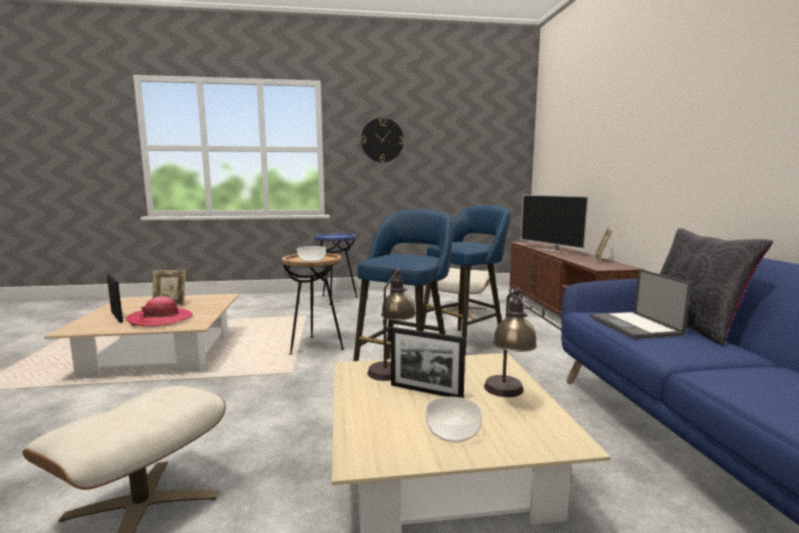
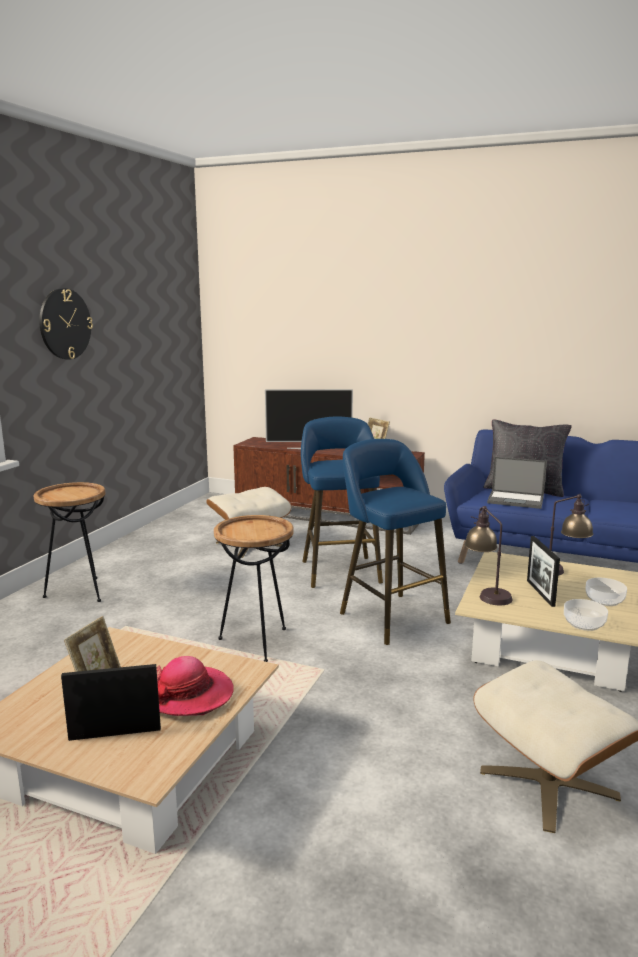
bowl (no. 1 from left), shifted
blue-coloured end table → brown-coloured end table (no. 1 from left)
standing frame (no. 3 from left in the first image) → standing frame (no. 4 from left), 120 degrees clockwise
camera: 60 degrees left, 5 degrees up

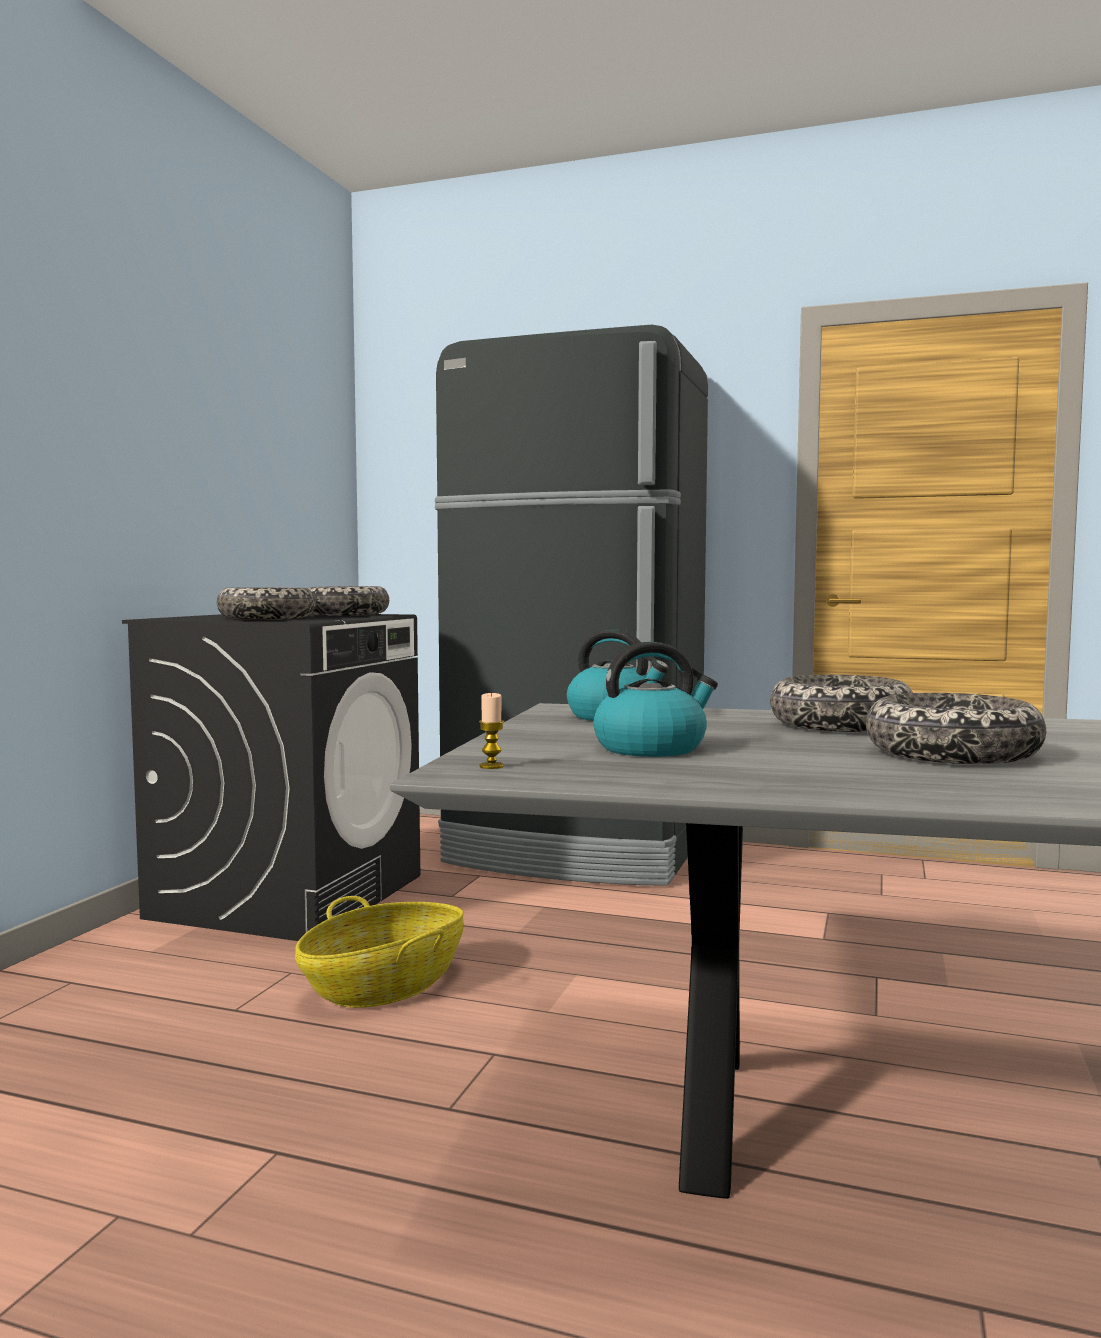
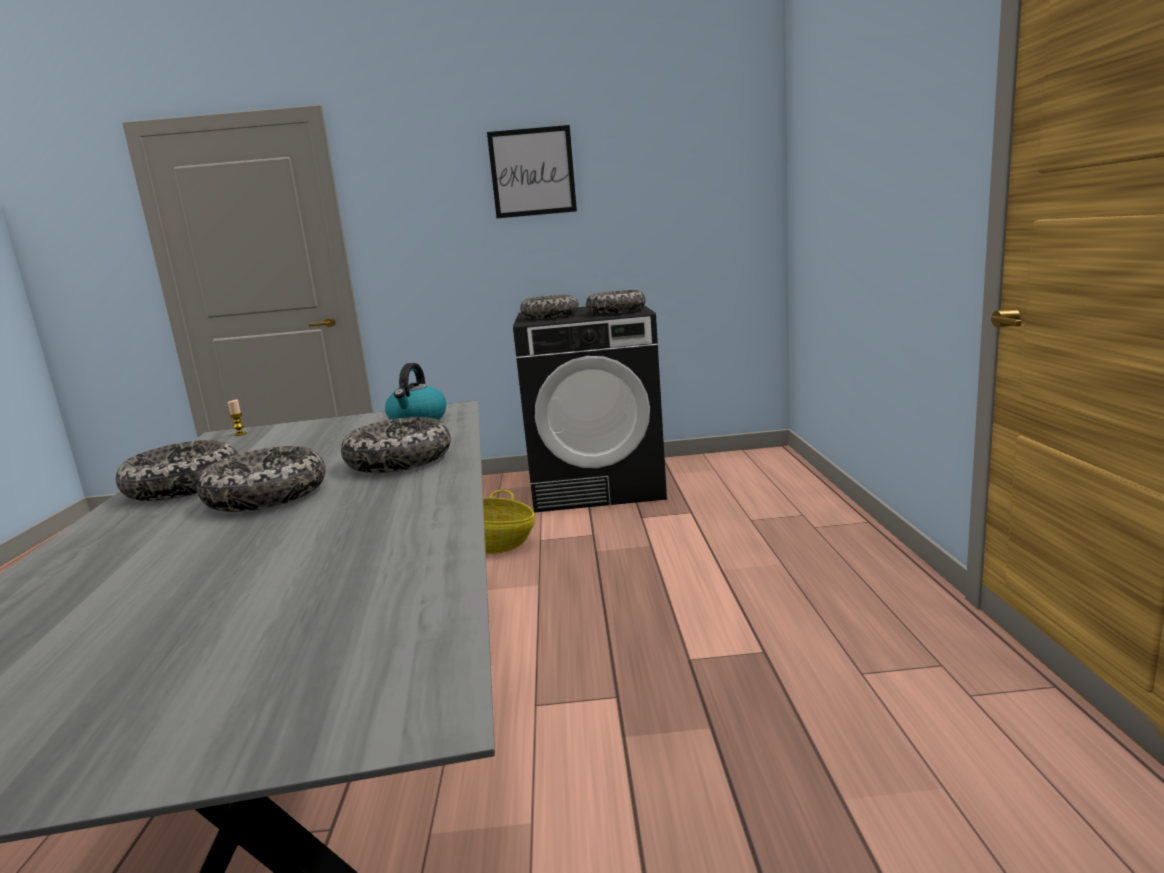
black fridge → -
kettle (no. 2 from left) → -
- → bowl (no. 1 from left)
- → wall picture
camera: 70 degrees right, 10 degrees up

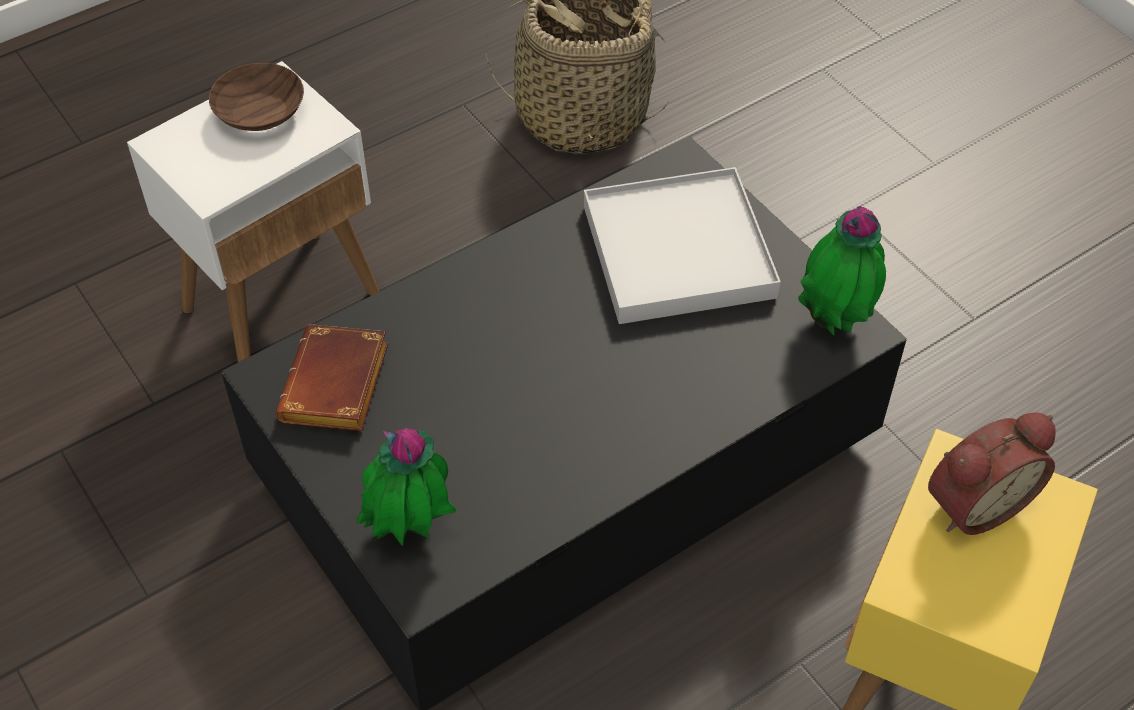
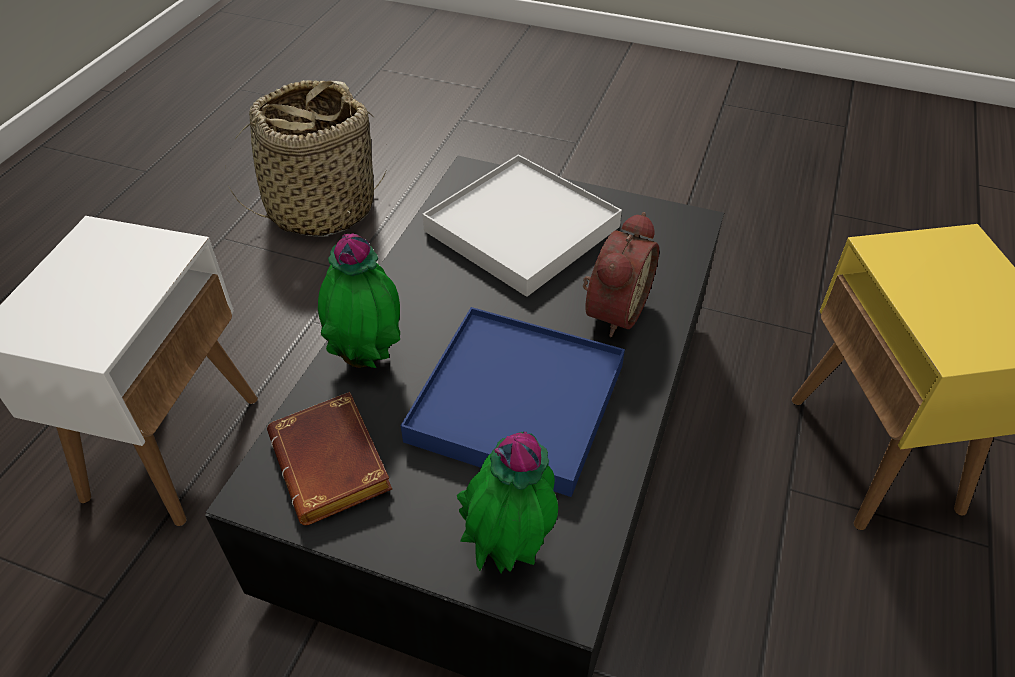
brown-coloured bowl → -
- → blue-coloured tray
plant in a pot (no. 2 from left in the first image) → plant in a pot (no. 1 from left), shifted
bedside clock, shifted
camera: 35 degrees left, 5 degrees down

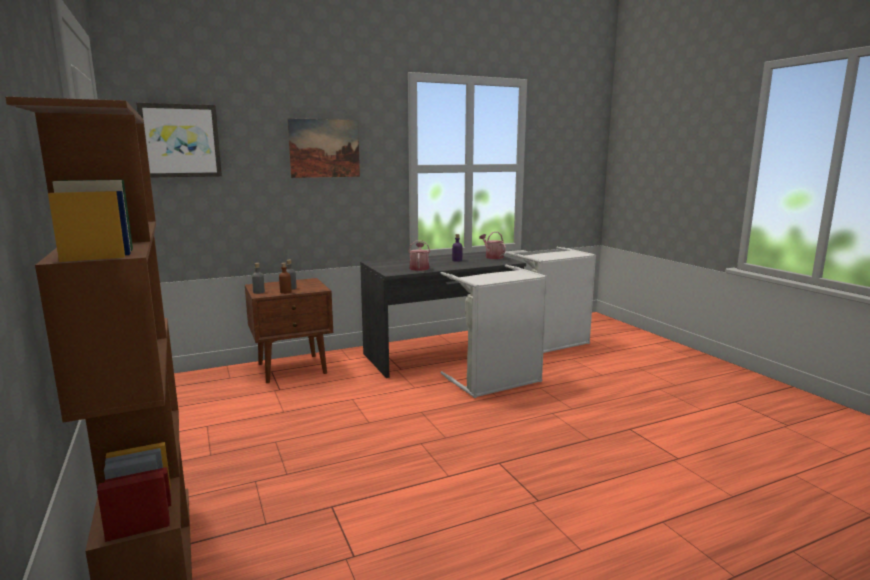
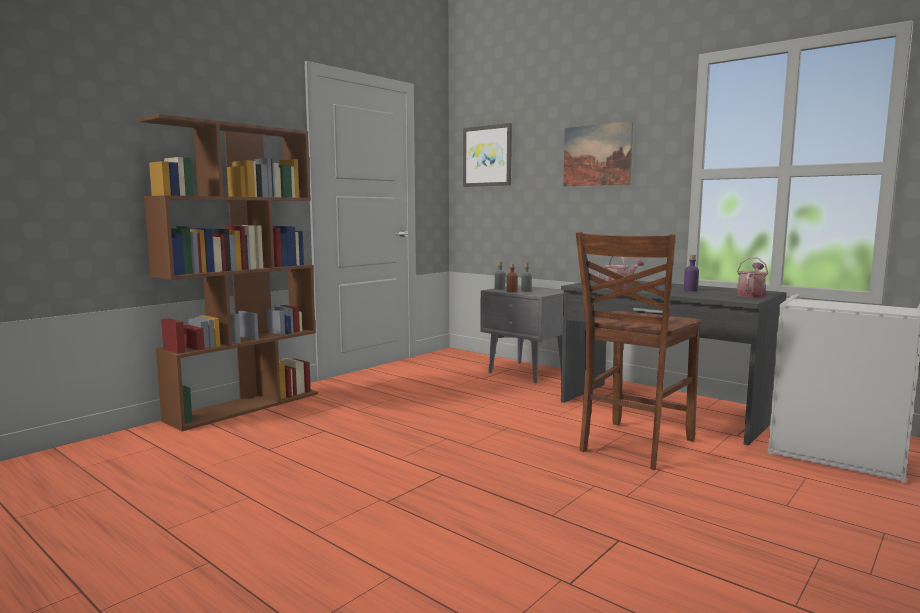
grey hamper (no. 1 from left) → brown-coloured plain chair
brown-coloured bedside table → grey bedside table
camera: 65 degrees right, 5 degrees down

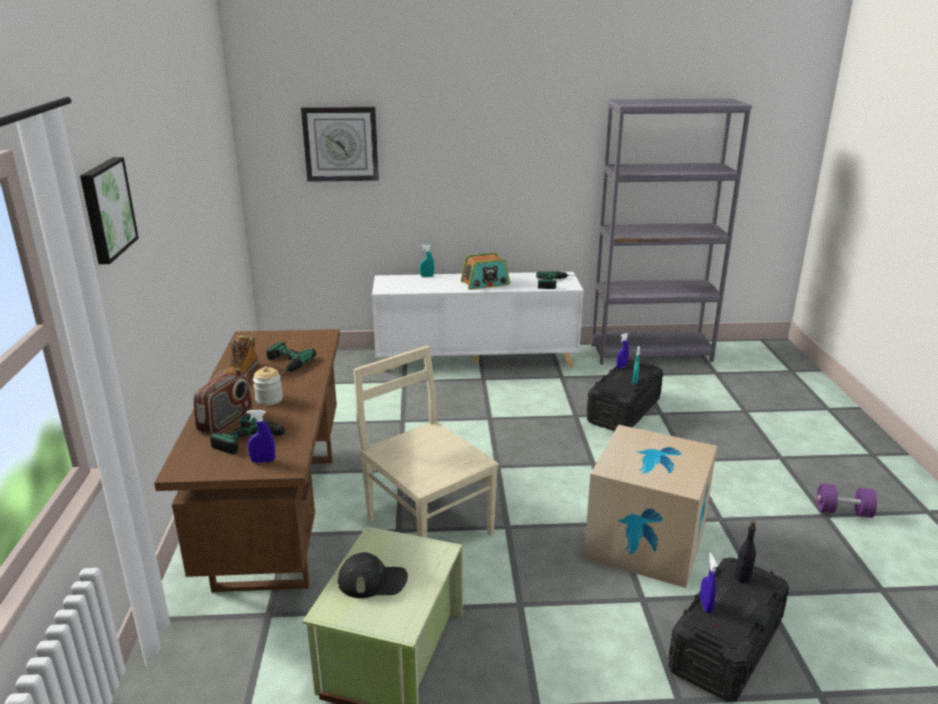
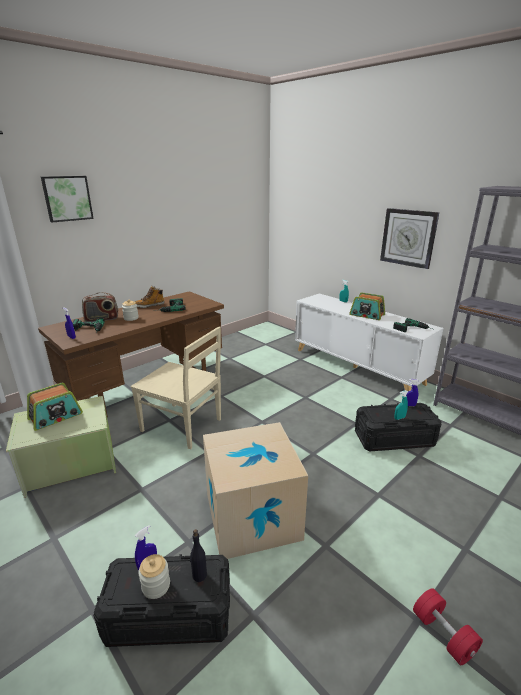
- → jar (no. 2 from left)
clock on the wall, shifted
black cap → radio (no. 1 from left)
purple hand weight → reddish hand weight
beige plain chair, 105 degrees clockwise
camera: 50 degrees right, 0 degrees up

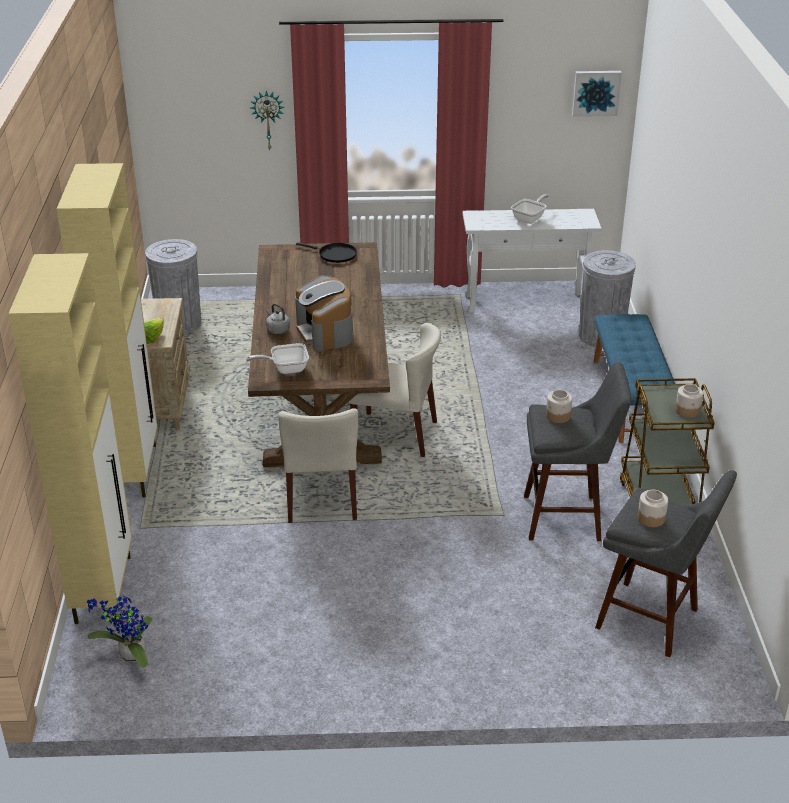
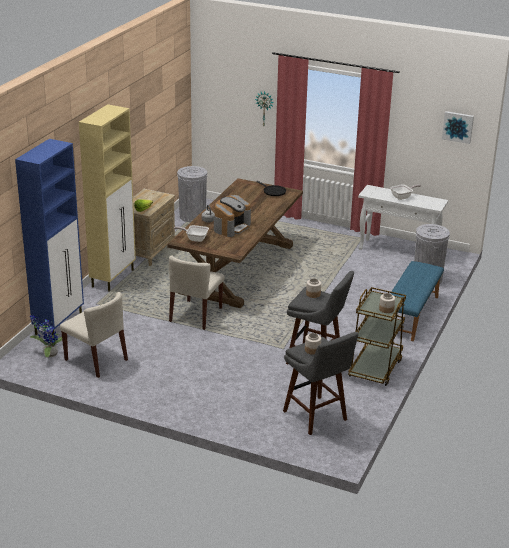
beige plain chair (no. 2 from left in the first image) → beige plain chair (no. 1 from left), shifted
beige cupboard (no. 1 from left) → blue-coloured cupboard
coffee machine, 150 degrees counterclockwise
camera: 25 degrees right, 5 degrees down

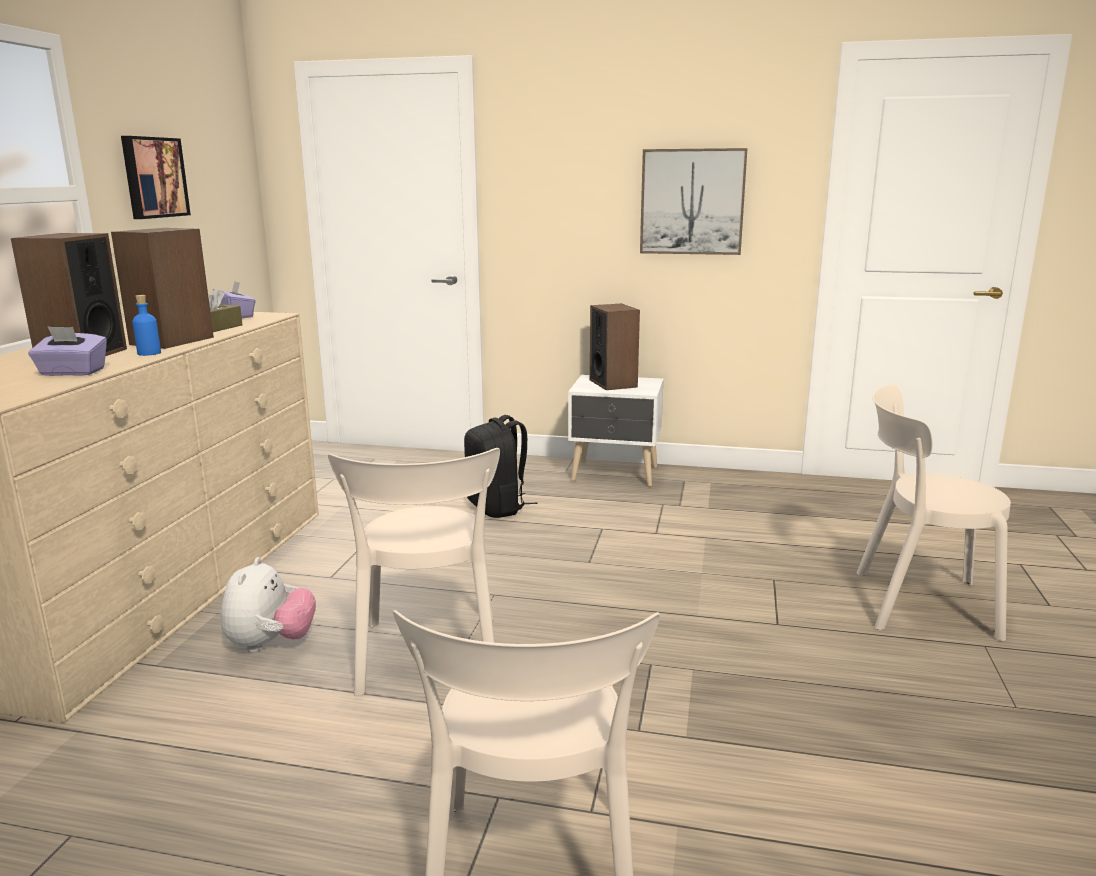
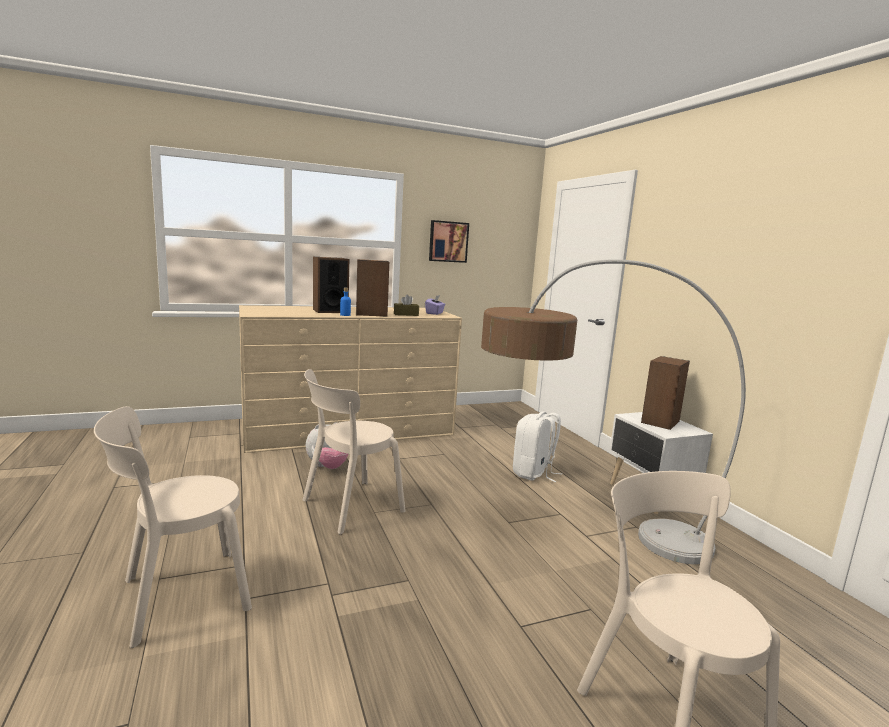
purple box of tissues (no. 1 from left) → -
wall picture (no. 2 from left) → -
- → standard lamp
black knapsack → white knapsack
camera: 55 degrees right, 5 degrees down

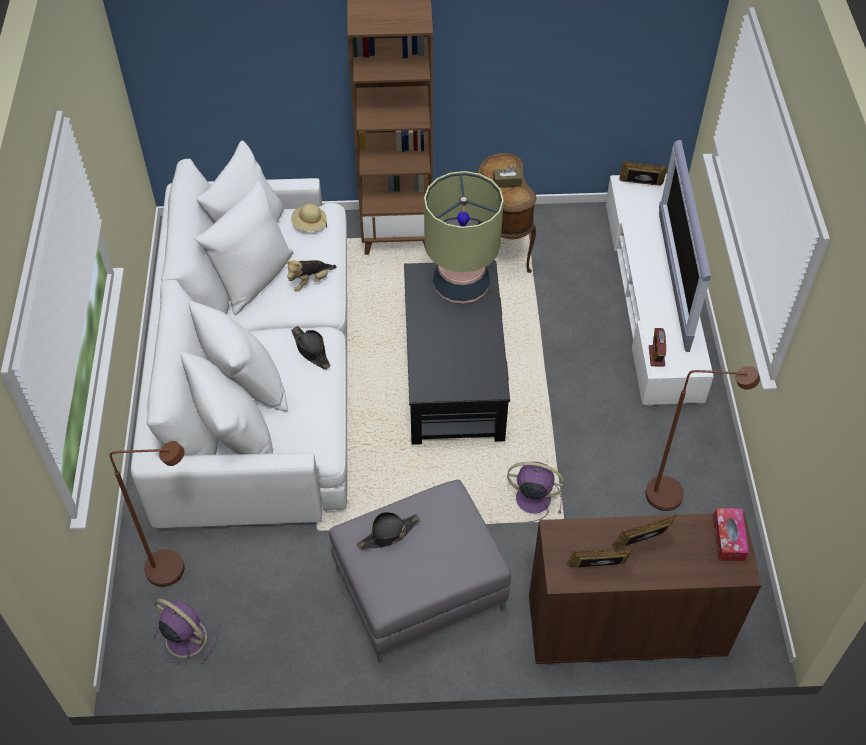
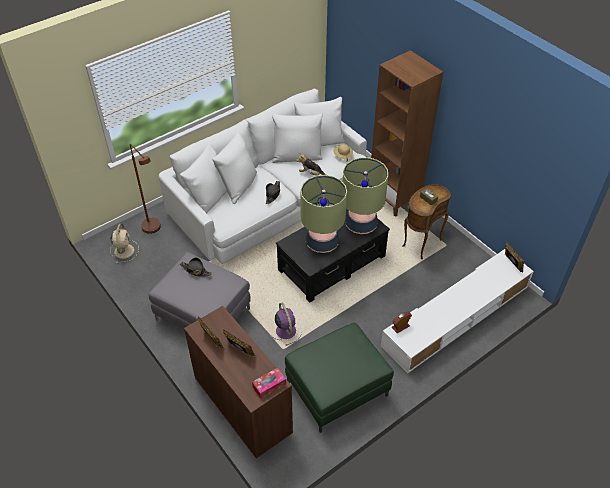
television → -
- → table lamp (no. 1 from left)
brown-coloured standard lamp (no. 2 from left) → greenish footrest
purple electric fan (no. 1 from left) → beige electric fan
camera: 55 degrees right, 5 degrees down

